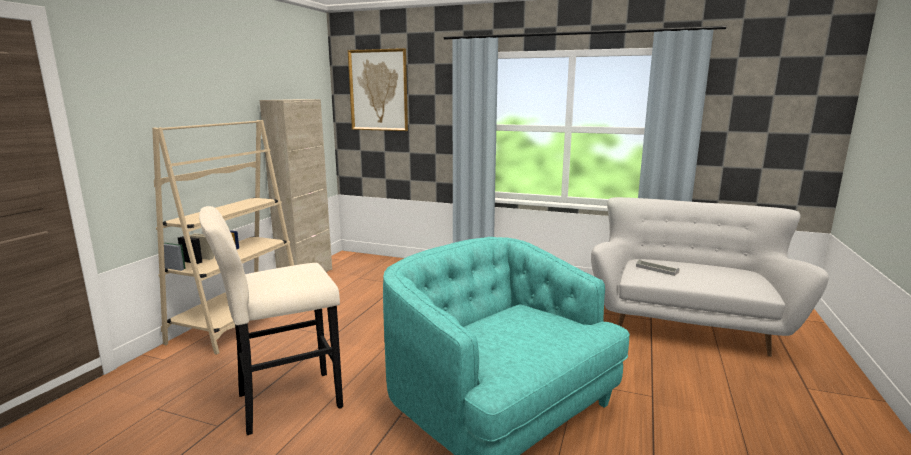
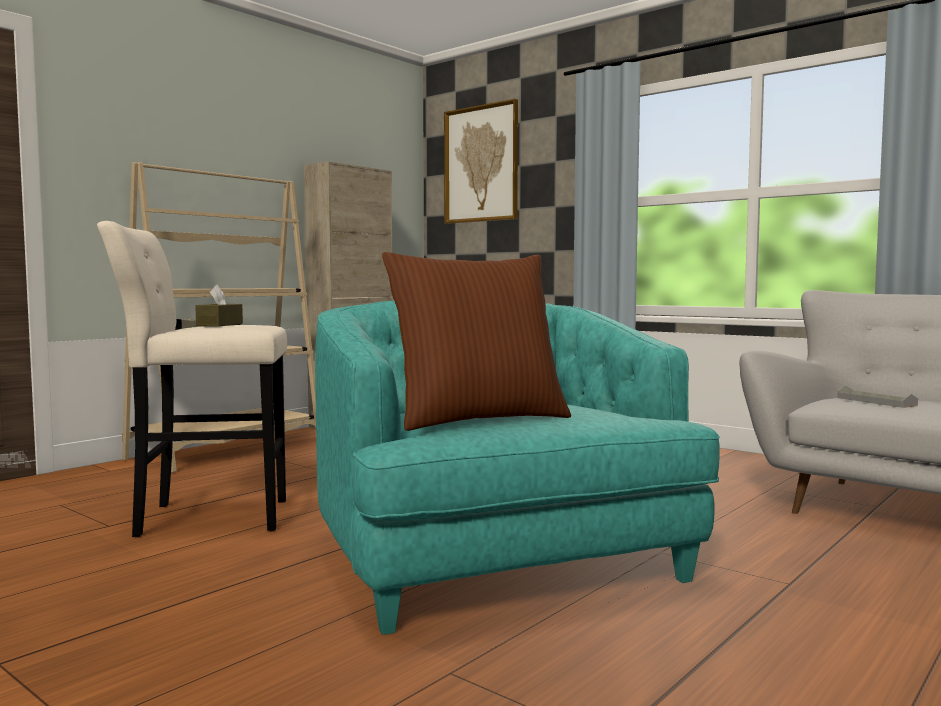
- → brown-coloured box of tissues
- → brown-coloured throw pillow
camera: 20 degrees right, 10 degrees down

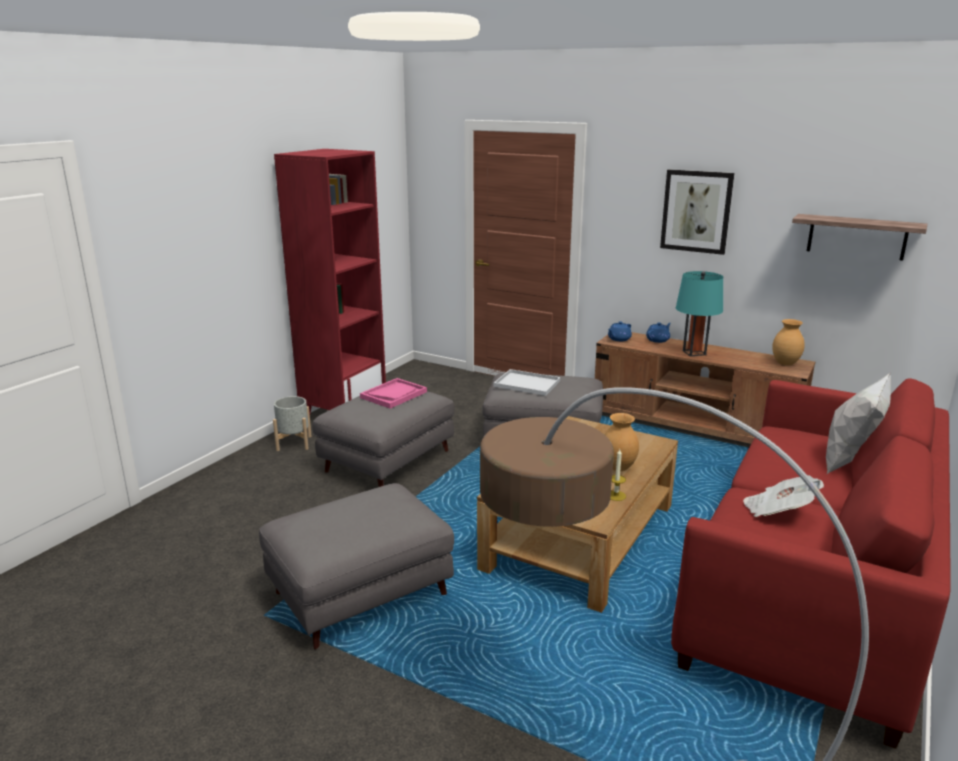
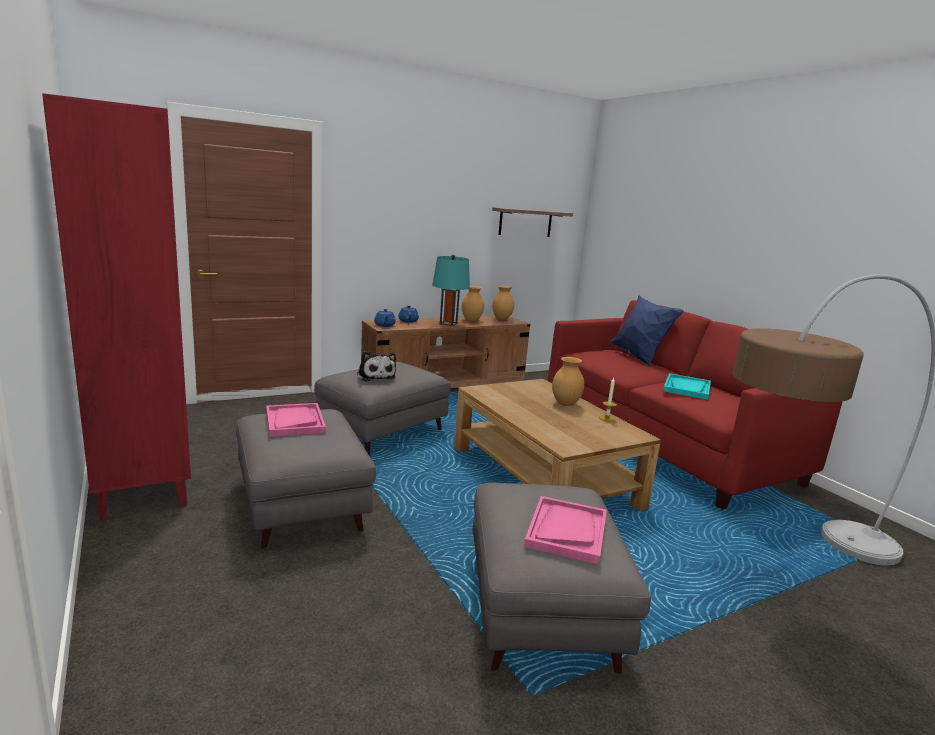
grey flower pot → -
wall picture → -
- → brown-coloured flower vase (no. 1 from left)
- → pinkish tray (no. 2 from left)
white tray → soft toy
daily paper → turquoise-coloured tray
white throw pillow → blue-coloured throw pillow
camera: 60 degrees left, 5 degrees down

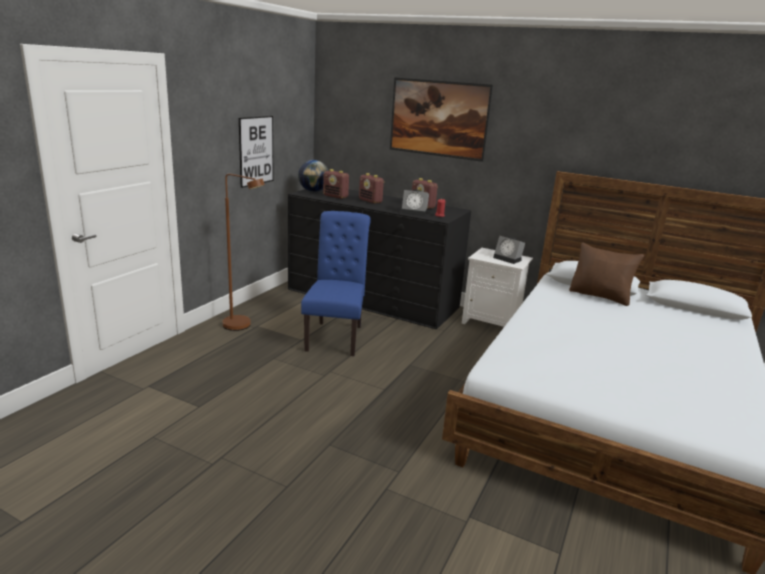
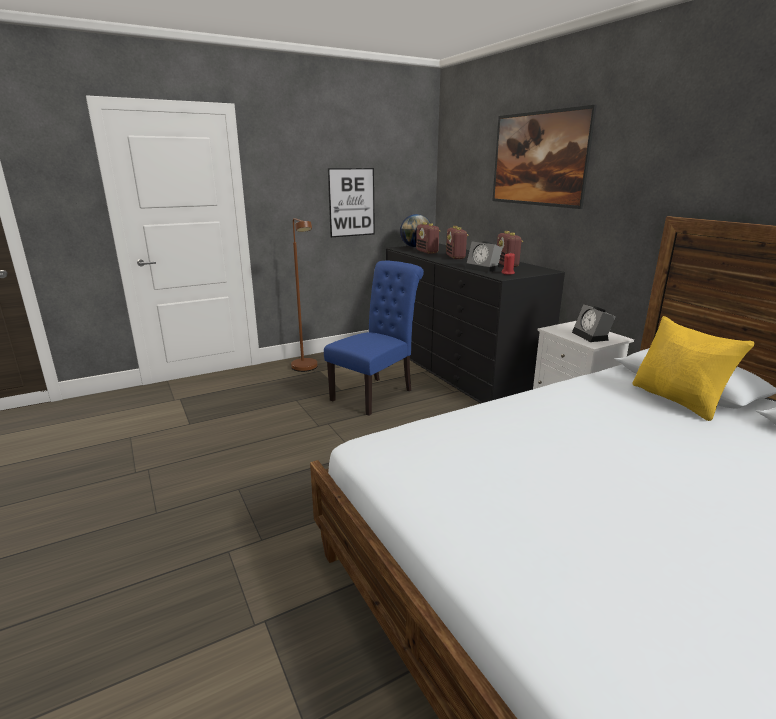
brown-coloured throw pillow → yellowish throw pillow
camera: 35 degrees right, 0 degrees up

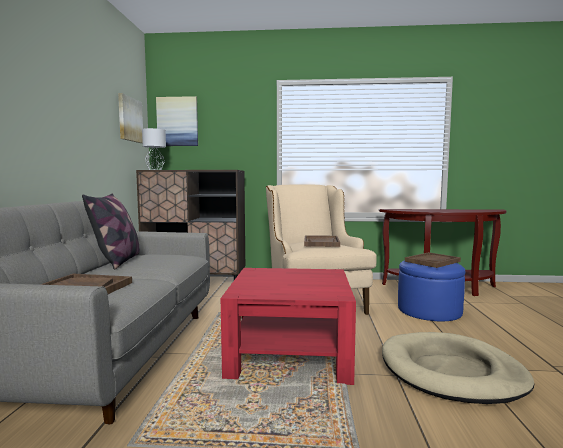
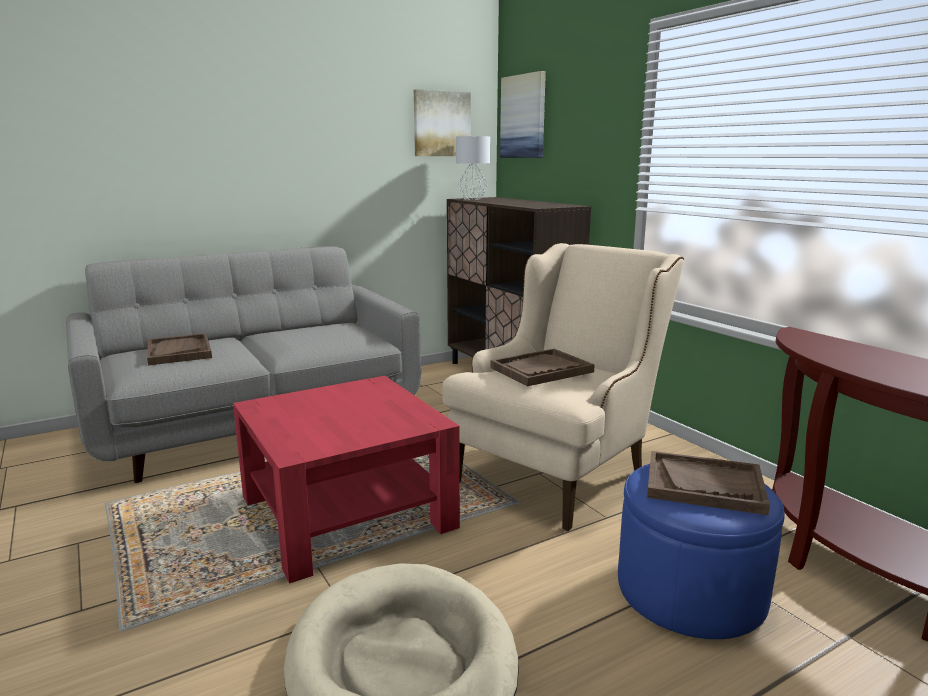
throw pillow → -
camera: 55 degrees right, 10 degrees up

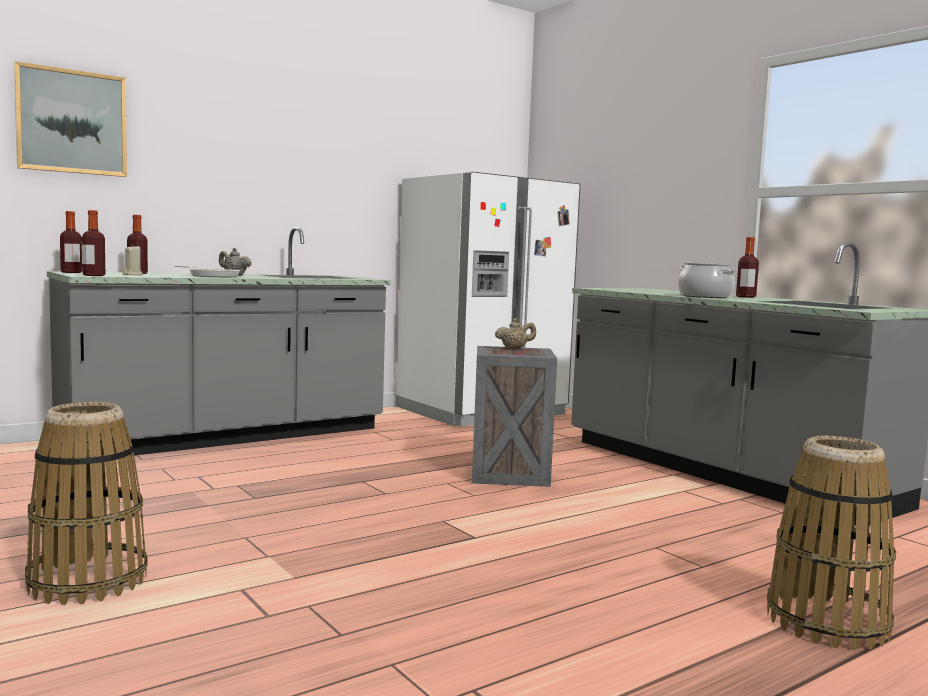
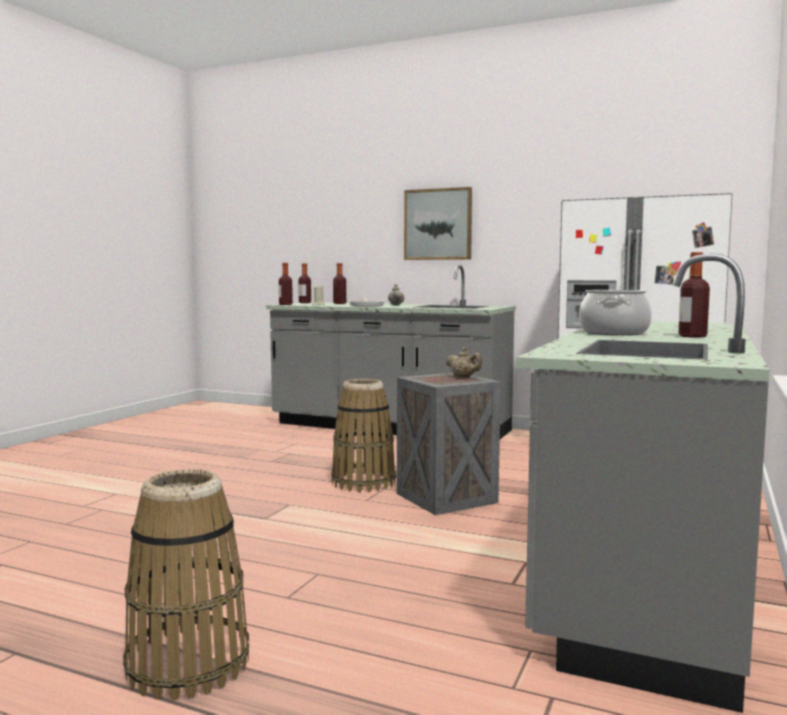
wall picture, shifted
household basket (no. 1 from left in the first image) → household basket (no. 2 from left), shifted
camera: 60 degrees right, 0 degrees up

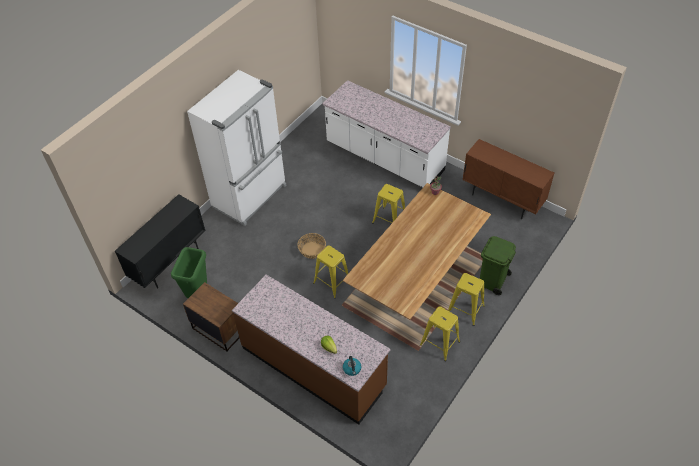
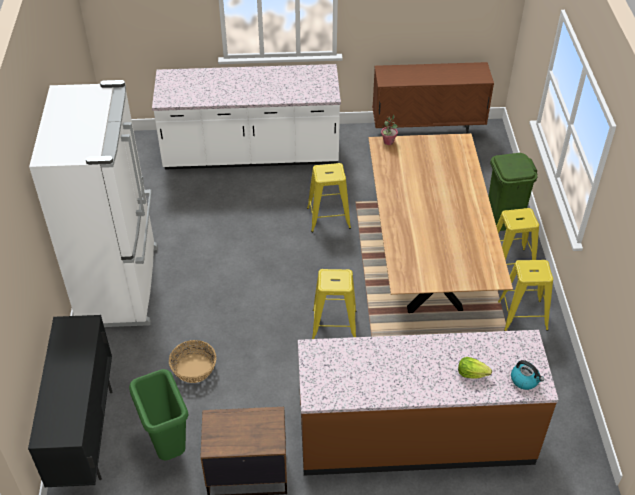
household basket, shifted
camera: 40 degrees left, 5 degrees down

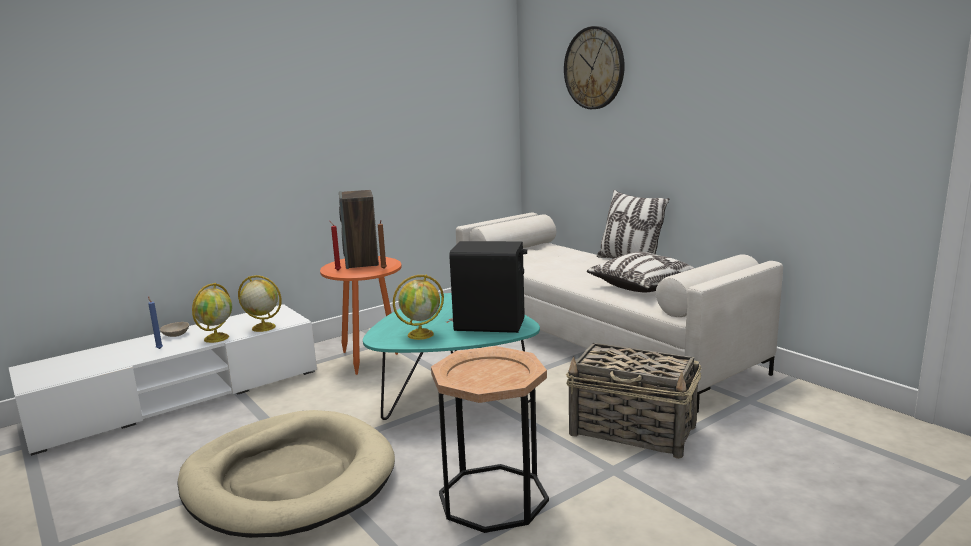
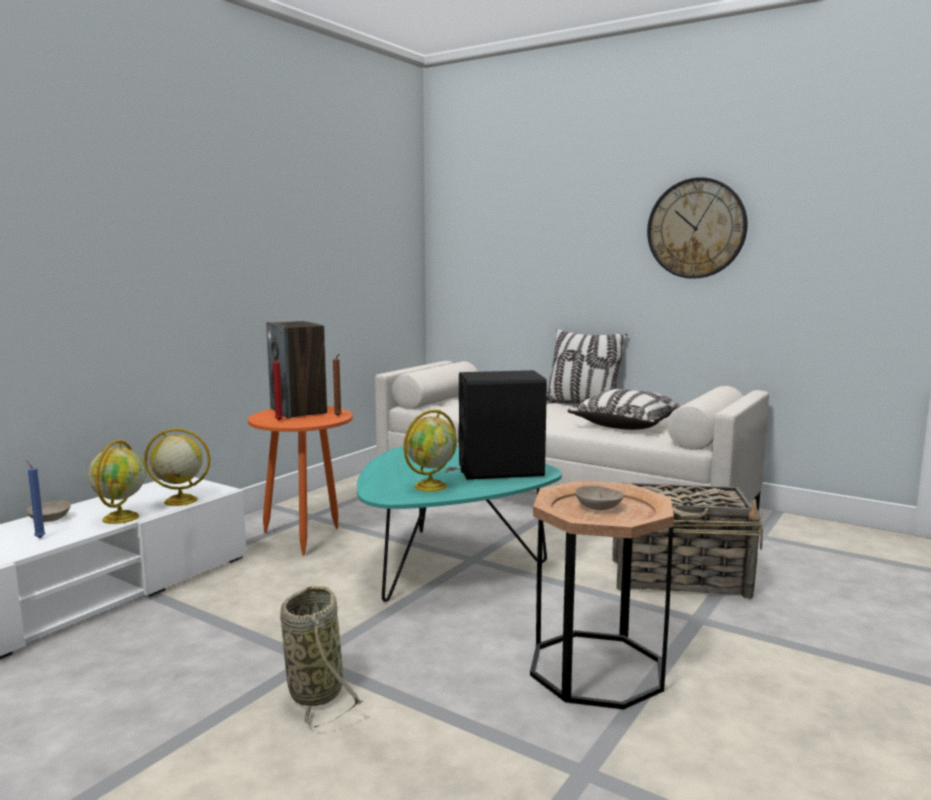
- → beige bowl (no. 2 from left)
clock on the wall, shifted
beige dog cushion → household basket (no. 1 from left)
camera: 20 degrees left, 5 degrees down

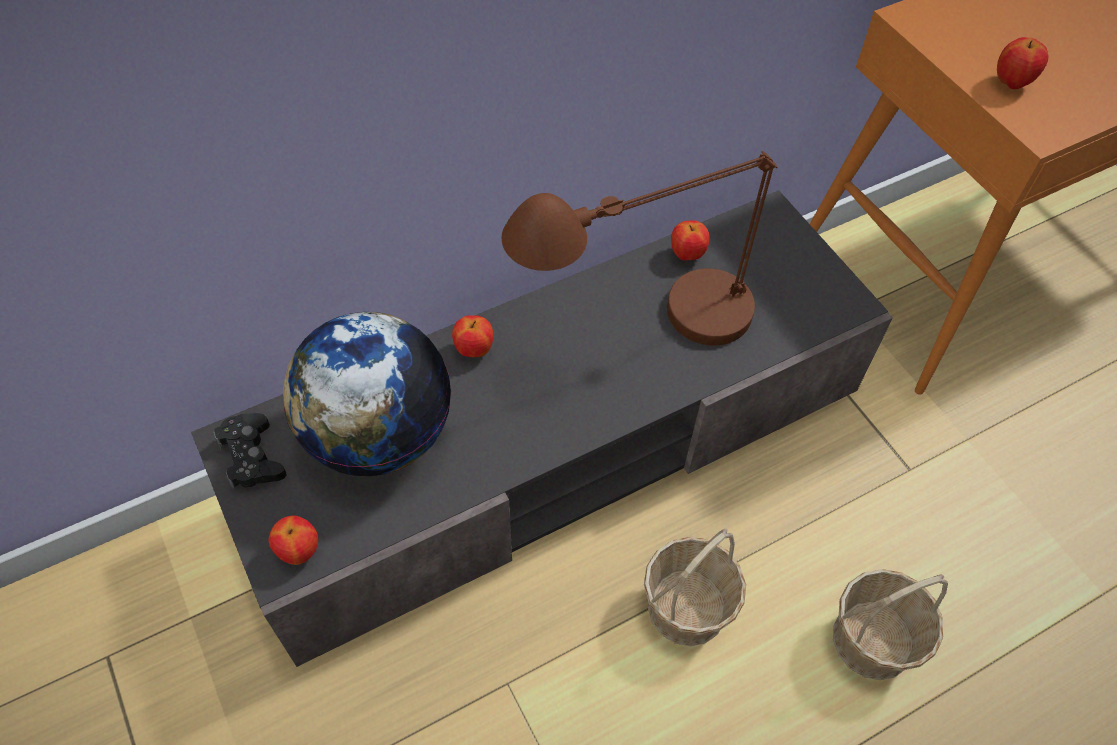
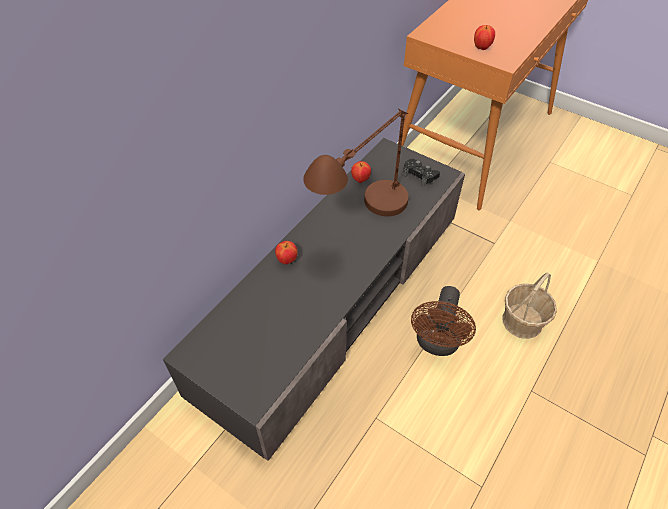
whole apple (no. 1 from left) → -
desk globe → -
black game controller, shifted
household basket (no. 1 from left) → brown-coloured electric fan
camera: 25 degrees left, 5 degrees down

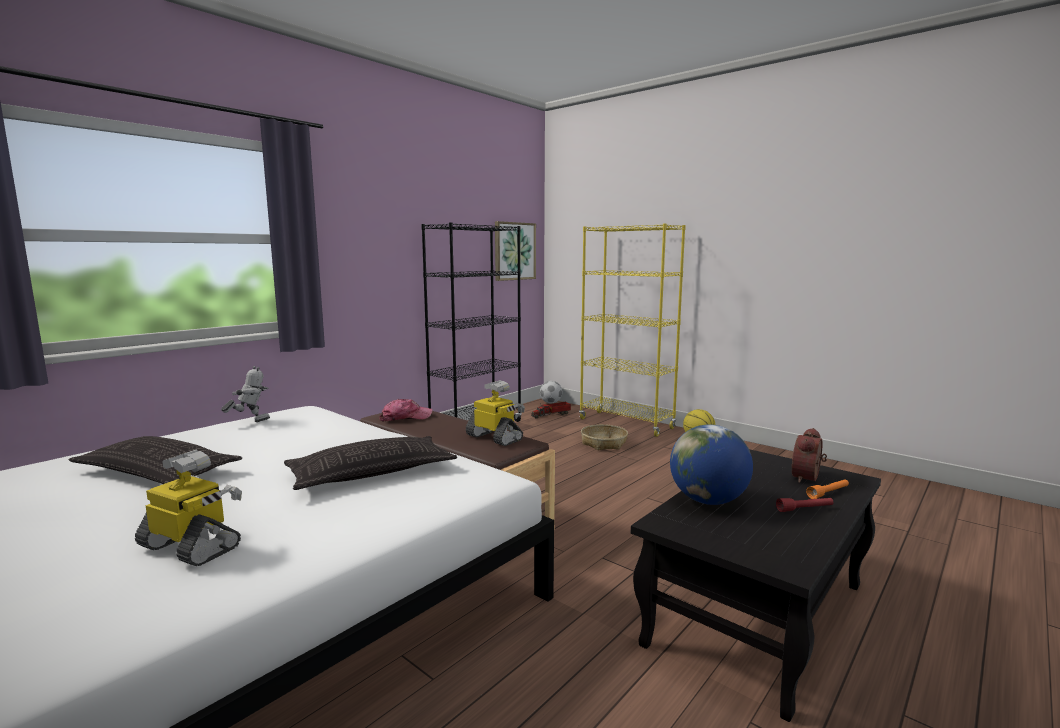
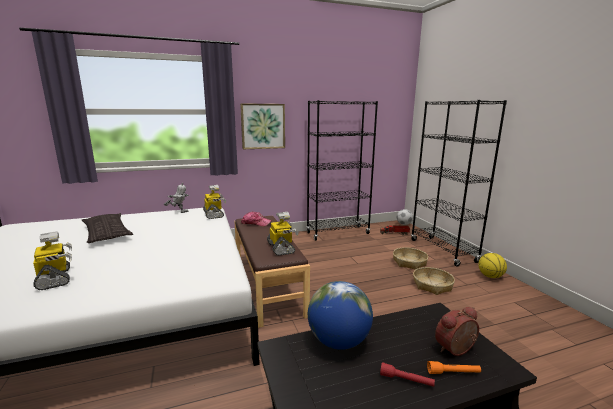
throw pillow (no. 2 from left) → -
- → robot figure (no. 3 from left)
- → household basket (no. 2 from left)
wall picture, shifted
yellowish bookshelf → black bookshelf (no. 2 from left)
camera: 30 degrees right, 5 degrees up

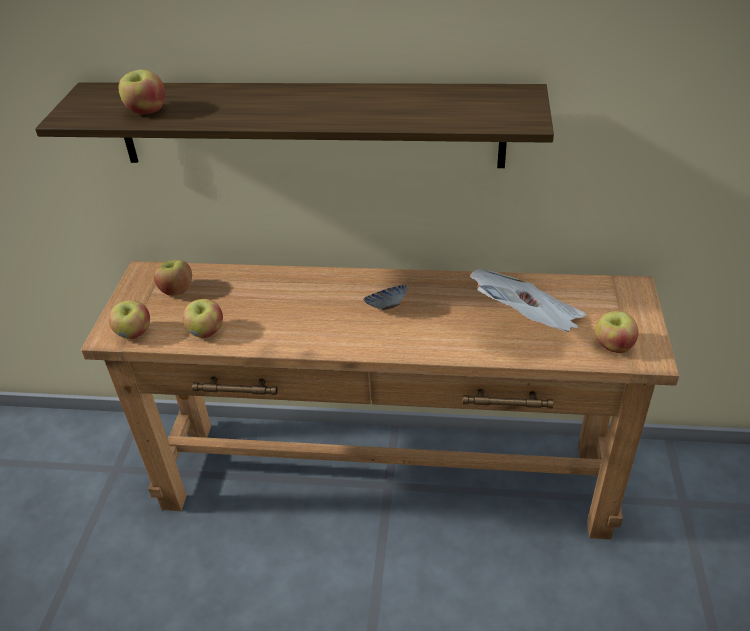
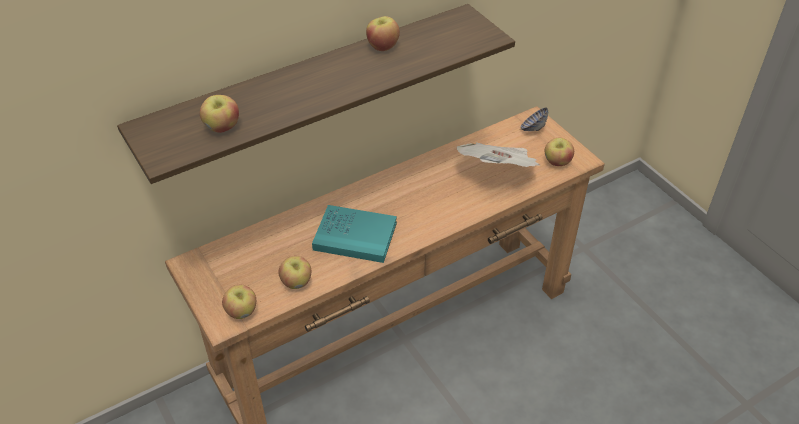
- → turquoise-coloured bound book
whole apple (no. 3 from left in the first image) → whole apple (no. 4 from left), shifted
bowl, shifted
camera: 40 degrees left, 5 degrees up

